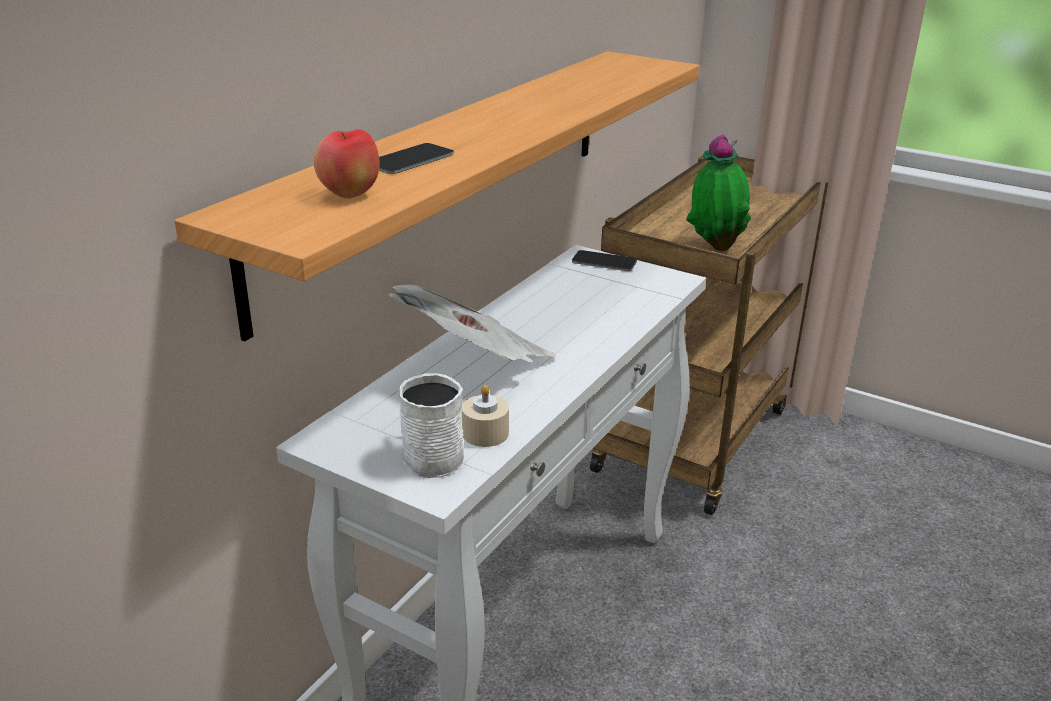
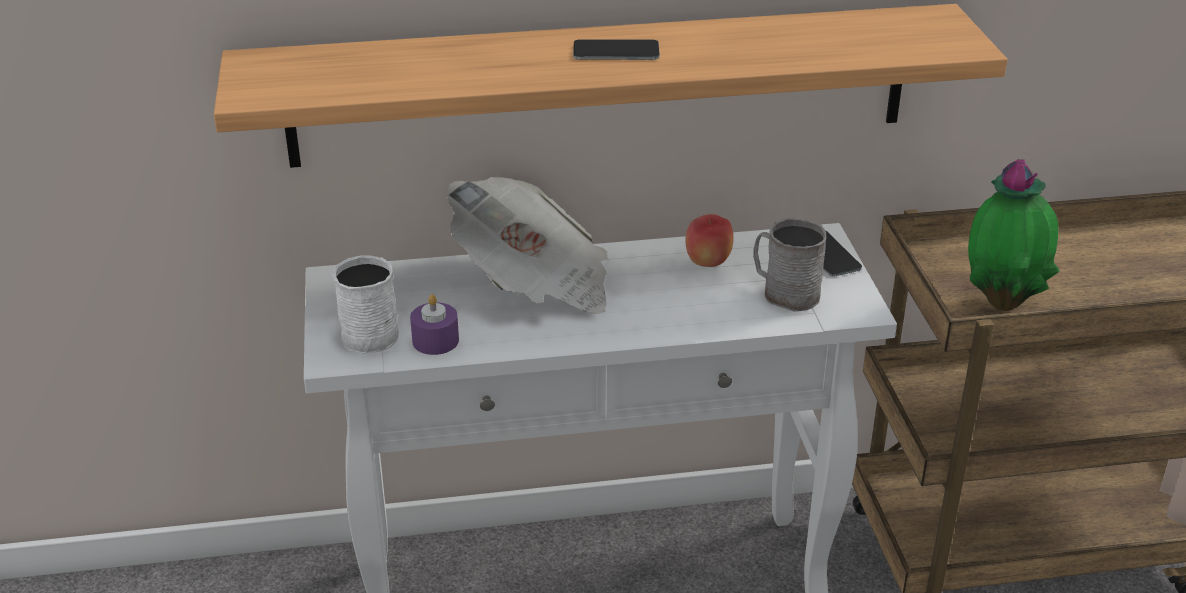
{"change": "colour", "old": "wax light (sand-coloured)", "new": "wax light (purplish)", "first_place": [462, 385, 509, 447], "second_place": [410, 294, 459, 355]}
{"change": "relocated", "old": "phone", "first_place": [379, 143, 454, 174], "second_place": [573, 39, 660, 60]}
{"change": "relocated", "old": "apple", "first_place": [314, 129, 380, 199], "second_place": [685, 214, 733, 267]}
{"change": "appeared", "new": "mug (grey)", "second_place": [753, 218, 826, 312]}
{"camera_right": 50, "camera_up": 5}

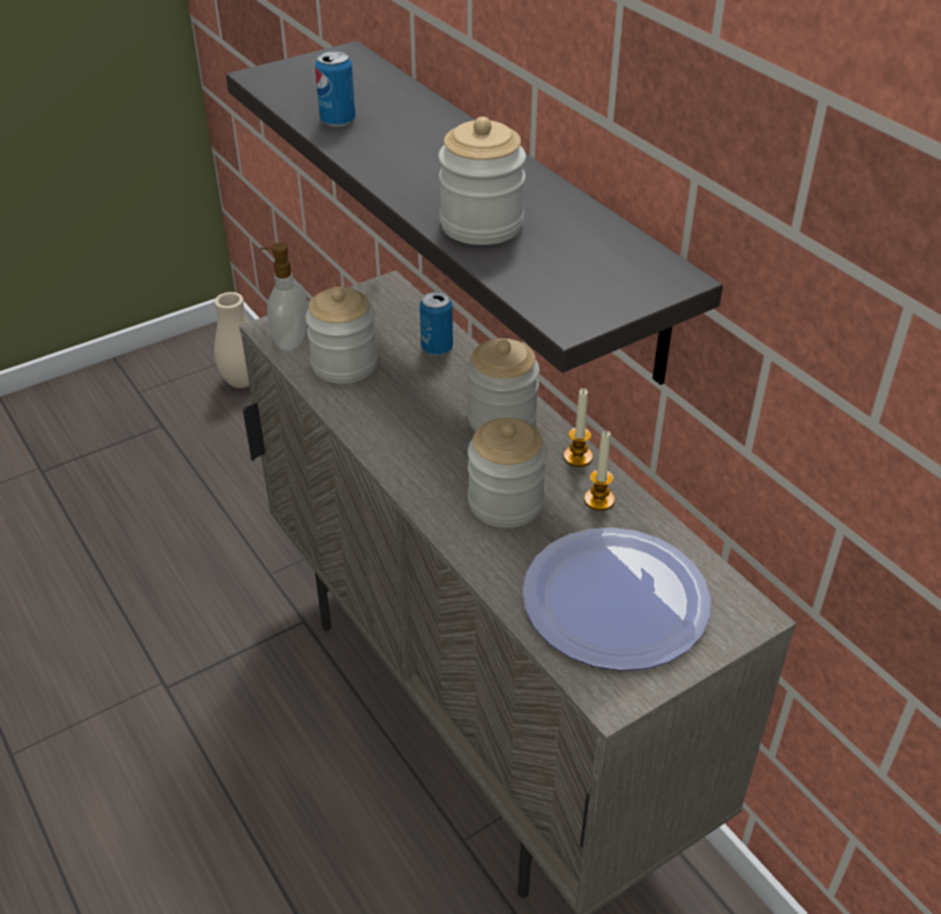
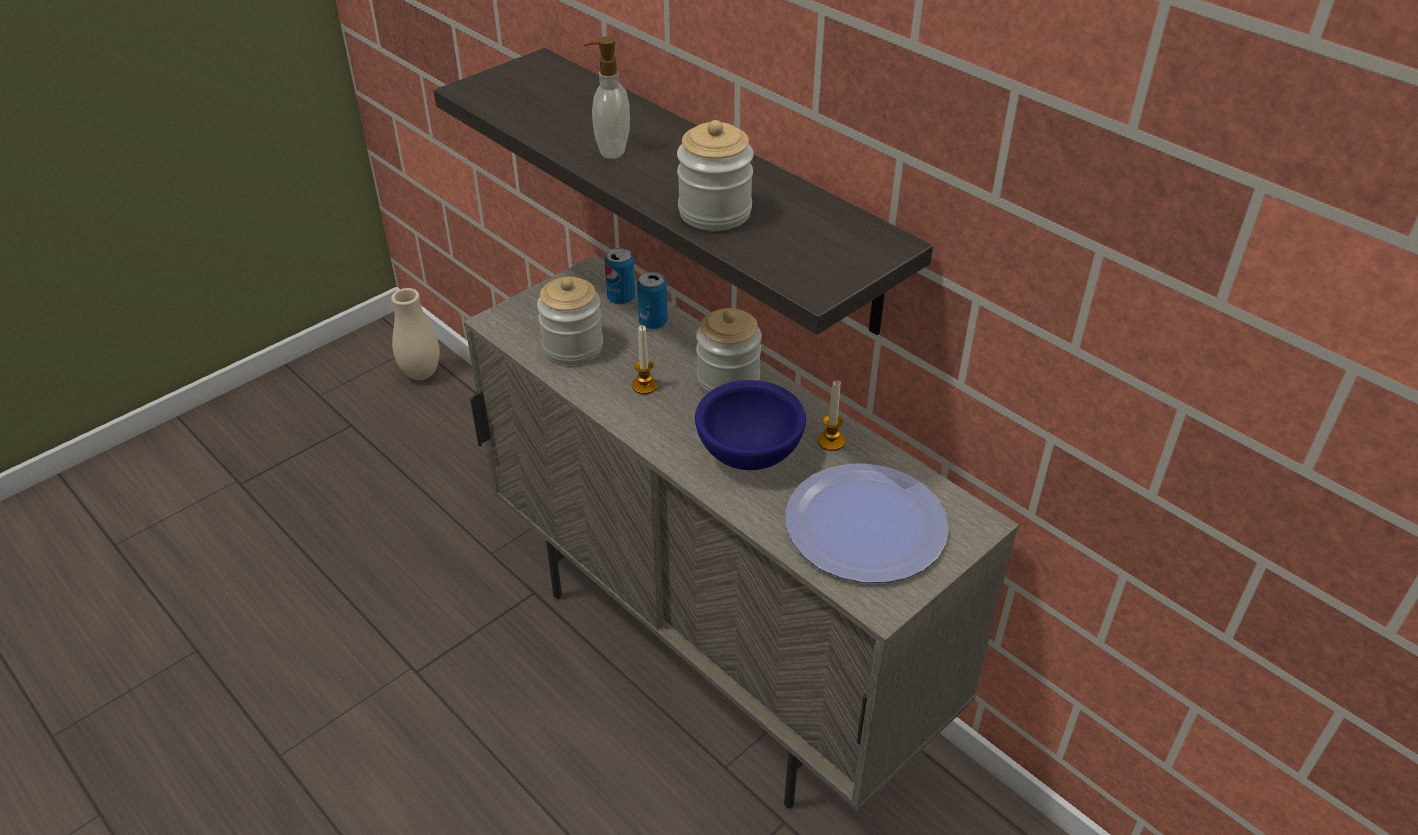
{"change": "relocated", "old": "soap dispenser", "first_place": [259, 242, 308, 351], "second_place": [584, 36, 630, 159]}
{"change": "relocated", "old": "metal can", "first_place": [315, 51, 355, 127], "second_place": [605, 248, 636, 305]}
{"change": "relocated", "old": "wax light", "first_place": [563, 388, 593, 467], "second_place": [632, 325, 658, 394]}
{"change": "exchanged", "old": "jar", "new": "deep dish (blue-coloured)", "first_place": [468, 418, 547, 528], "second_place": [695, 380, 806, 470]}
{"camera_right": -10, "camera_up": 0}

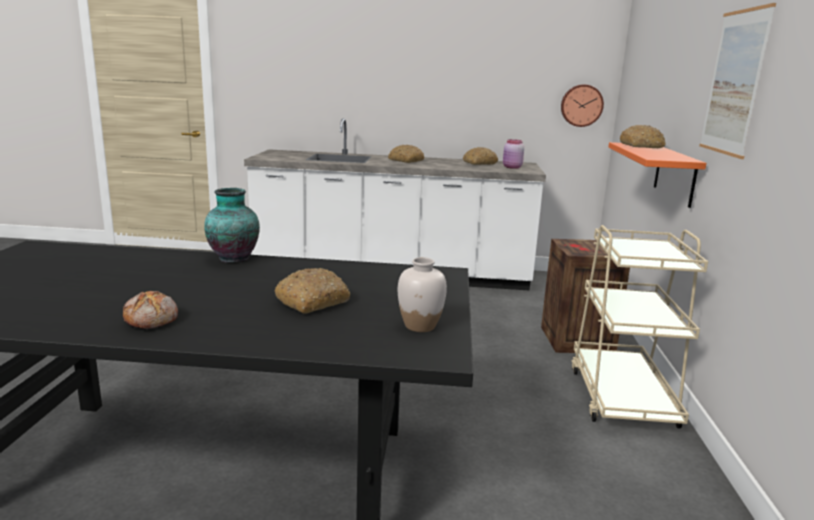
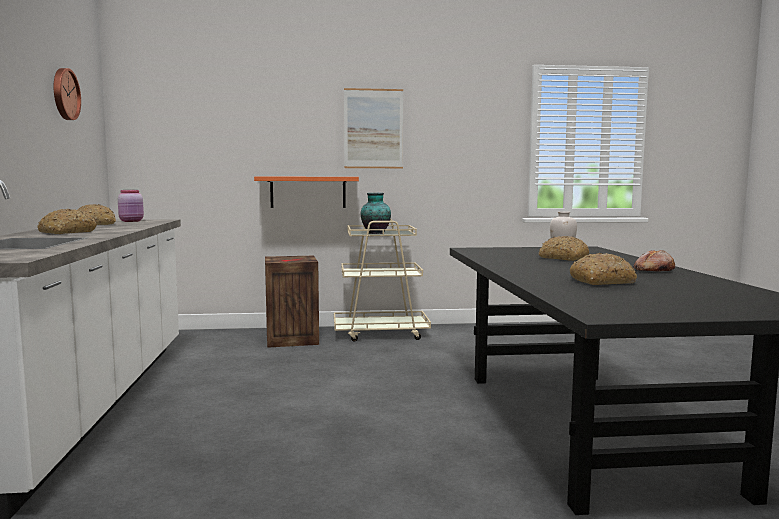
{"change": "relocated", "old": "wall clock", "first_place": [561, 84, 604, 127], "second_place": [54, 68, 81, 120]}
{"change": "relocated", "old": "vase", "first_place": [204, 188, 260, 262], "second_place": [361, 193, 391, 234]}
{"change": "relocated", "old": "baked bread", "first_place": [620, 125, 666, 148], "second_place": [570, 253, 637, 285]}
{"camera_right": -100, "camera_up": -10}

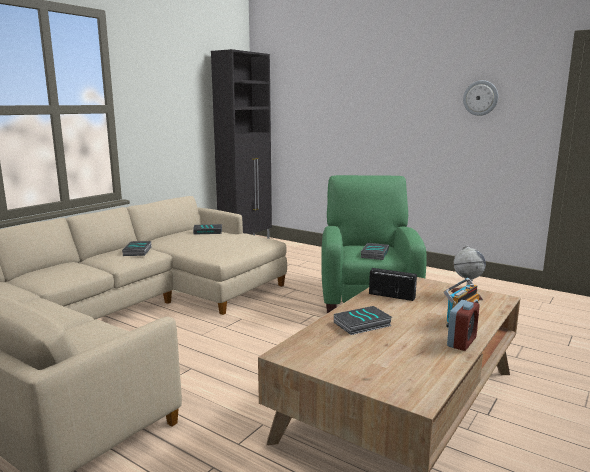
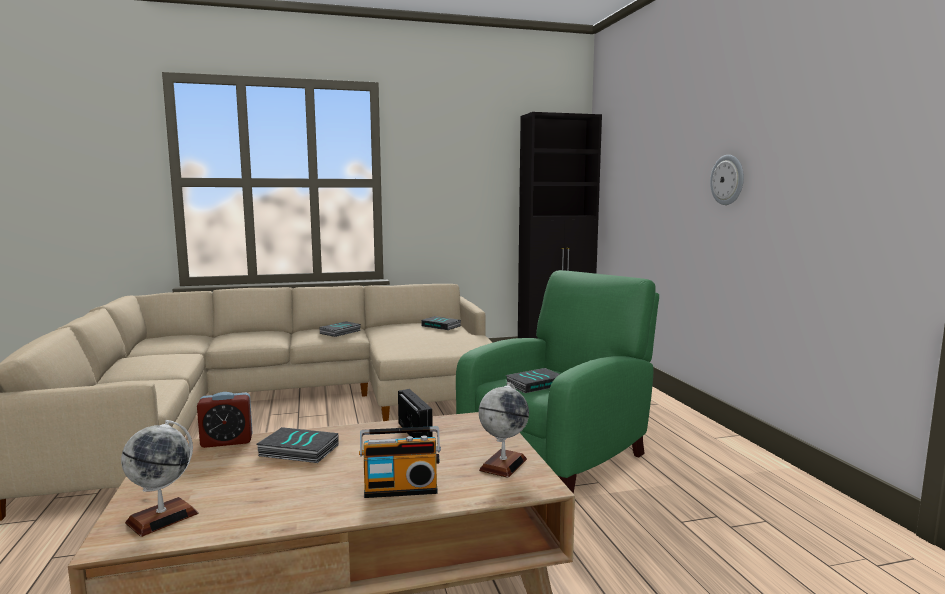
{"change": "appeared", "new": "desk globe", "second_place": [121, 420, 198, 537]}
{"change": "relocated", "old": "bedside clock", "first_place": [447, 300, 480, 351], "second_place": [197, 392, 253, 448]}
{"change": "relocated", "old": "wall clock", "first_place": [463, 80, 498, 116], "second_place": [710, 155, 744, 205]}
{"camera_right": 40, "camera_up": -5}

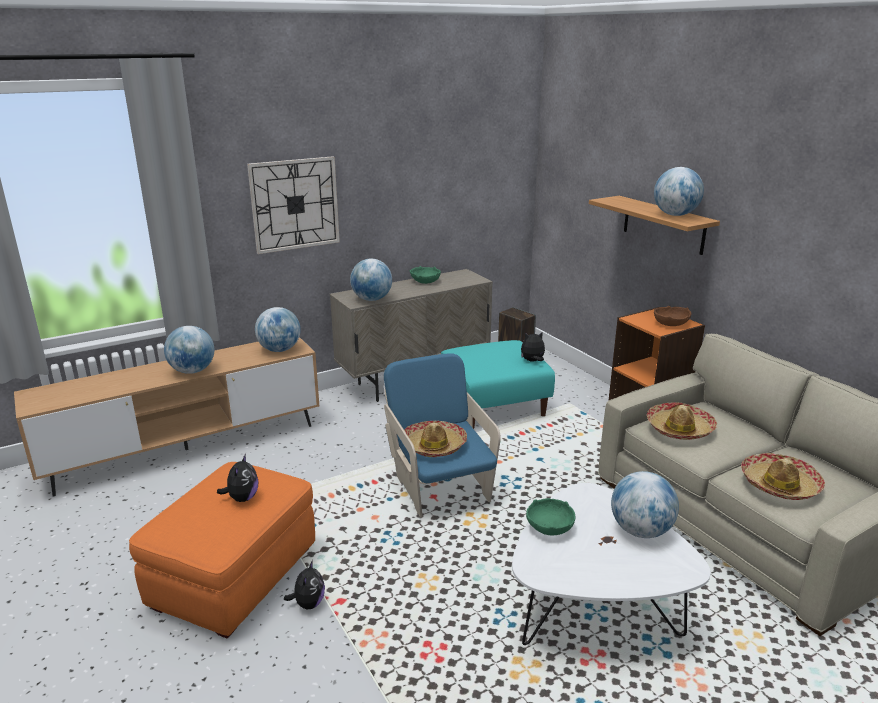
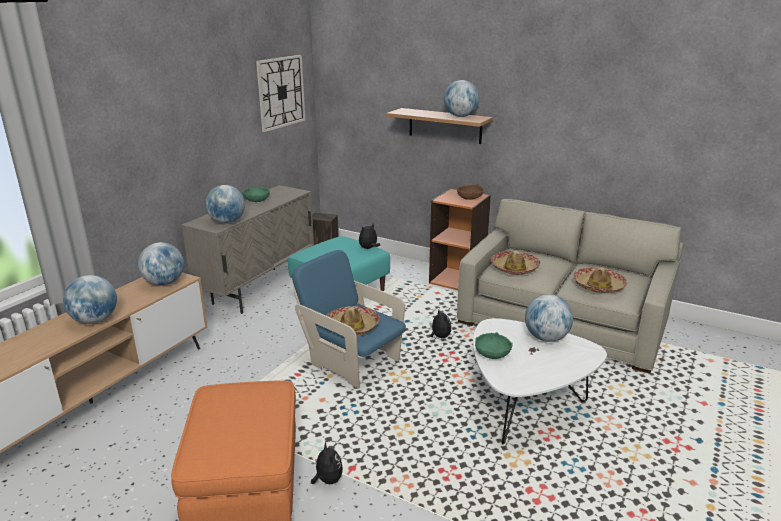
{"change": "relocated", "old": "wall clock", "first_place": [247, 156, 340, 254], "second_place": [256, 55, 305, 132]}
{"change": "relocated", "old": "soft toy", "first_place": [217, 454, 259, 502], "second_place": [430, 310, 451, 338]}
{"camera_right": -30, "camera_up": 0}

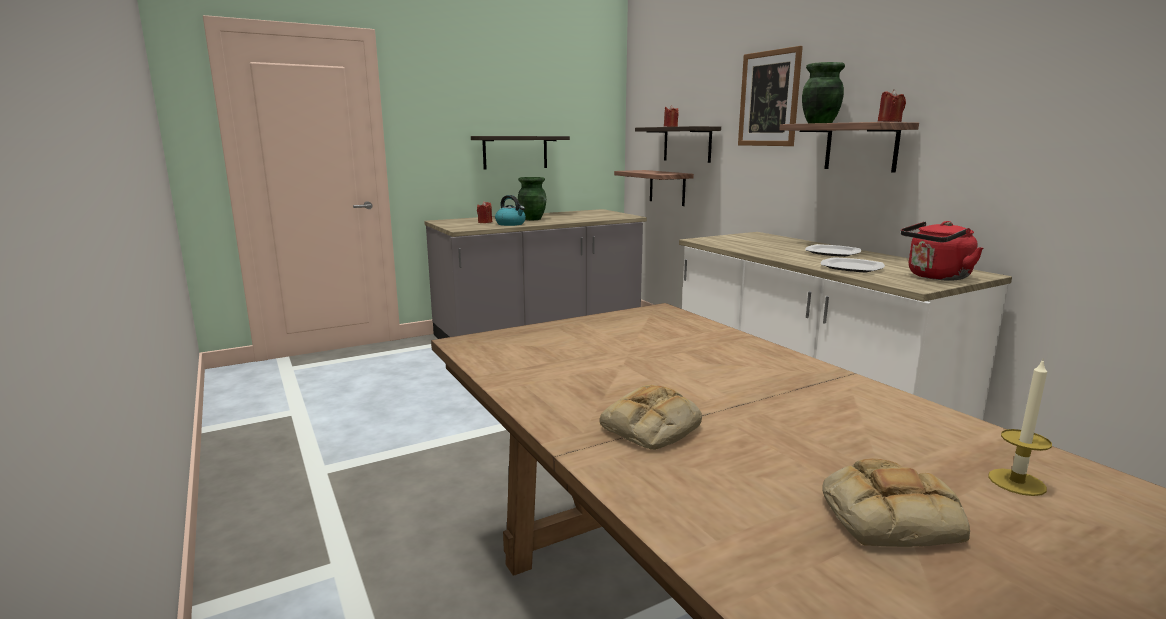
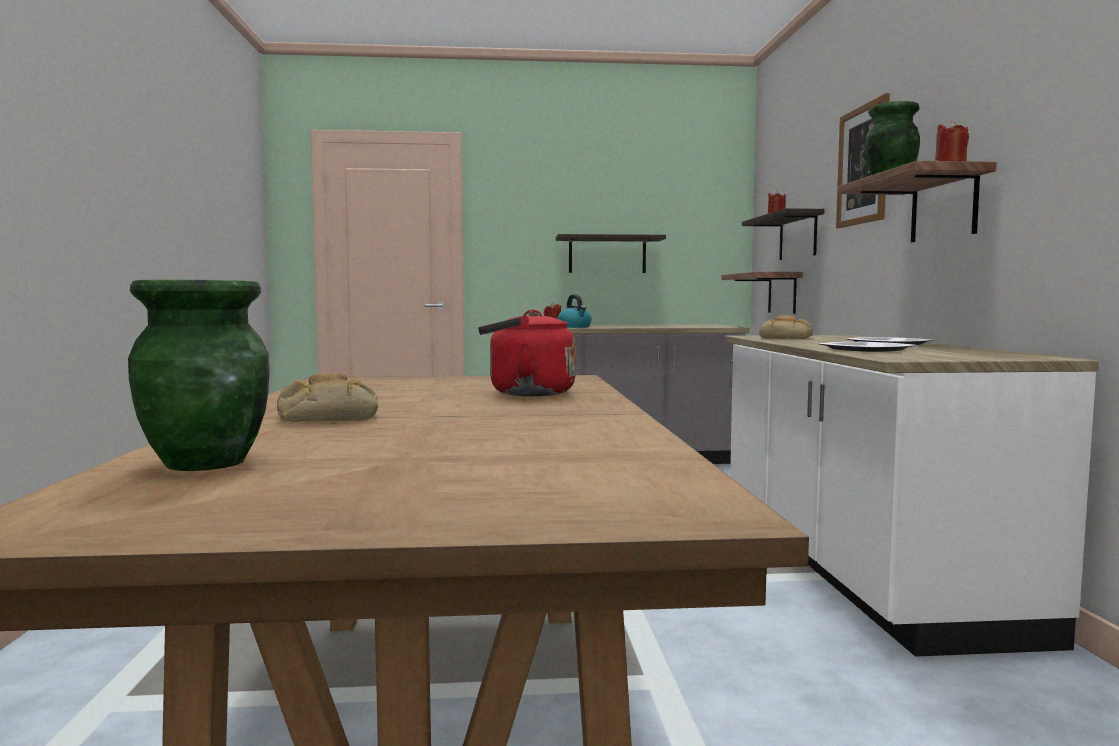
{"change": "relocated", "old": "vase (greenish)", "first_place": [518, 177, 546, 220], "second_place": [128, 280, 270, 471]}
{"change": "relocated", "old": "tea kettle (red)", "first_place": [901, 221, 983, 281], "second_place": [478, 309, 576, 396]}
{"change": "relocated", "old": "baked bread", "first_place": [822, 459, 970, 547], "second_place": [759, 315, 813, 339]}
{"change": "missing", "old": "wax light", "first_place": [988, 358, 1052, 496]}
{"camera_right": 25, "camera_up": -10}

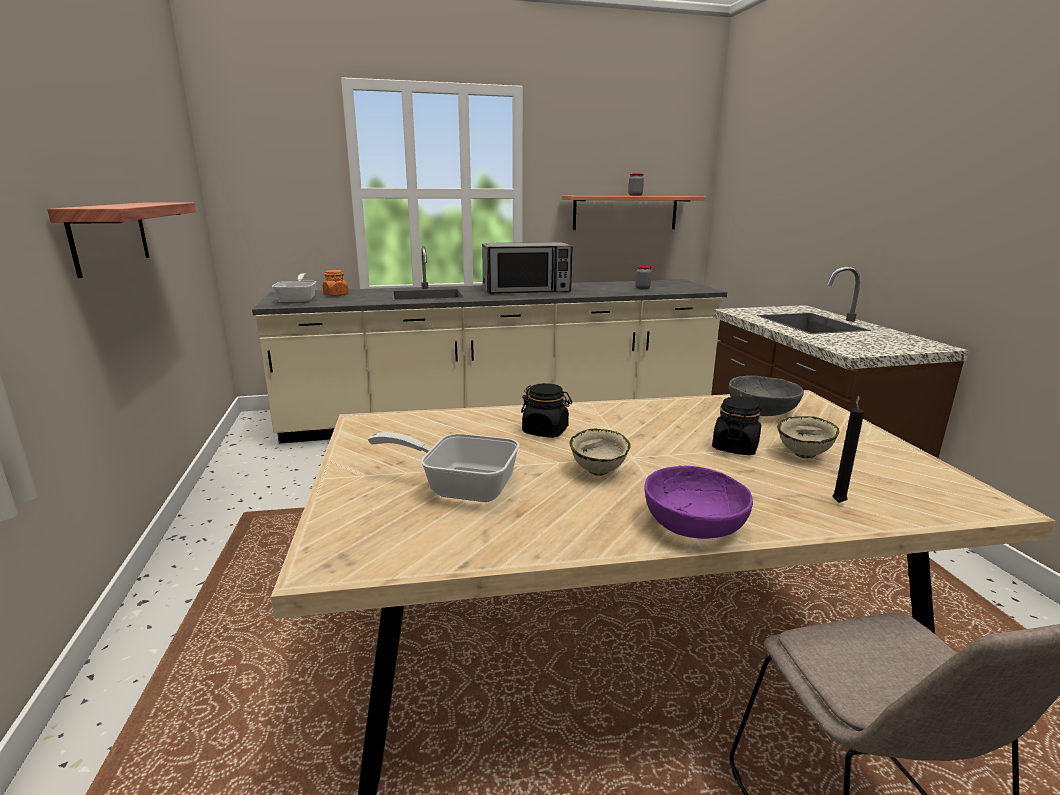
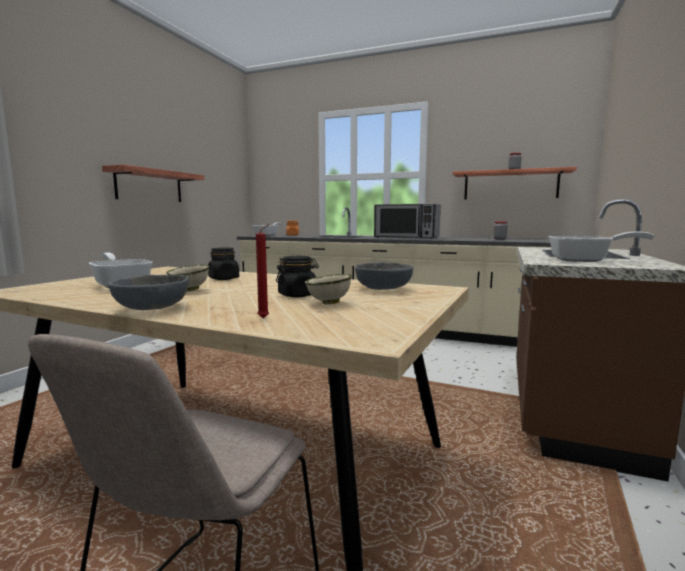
{"change": "colour", "old": "deep dish (purplish)", "new": "deep dish (grey)", "first_place": [644, 466, 753, 539], "second_place": [108, 274, 189, 310]}
{"change": "colour", "old": "wax light (black-coloured)", "new": "wax light (red)", "first_place": [832, 396, 864, 503], "second_place": [256, 224, 270, 318]}
{"change": "appeared", "new": "pan", "second_place": [549, 232, 654, 262]}
{"camera_right": 35, "camera_up": -10}

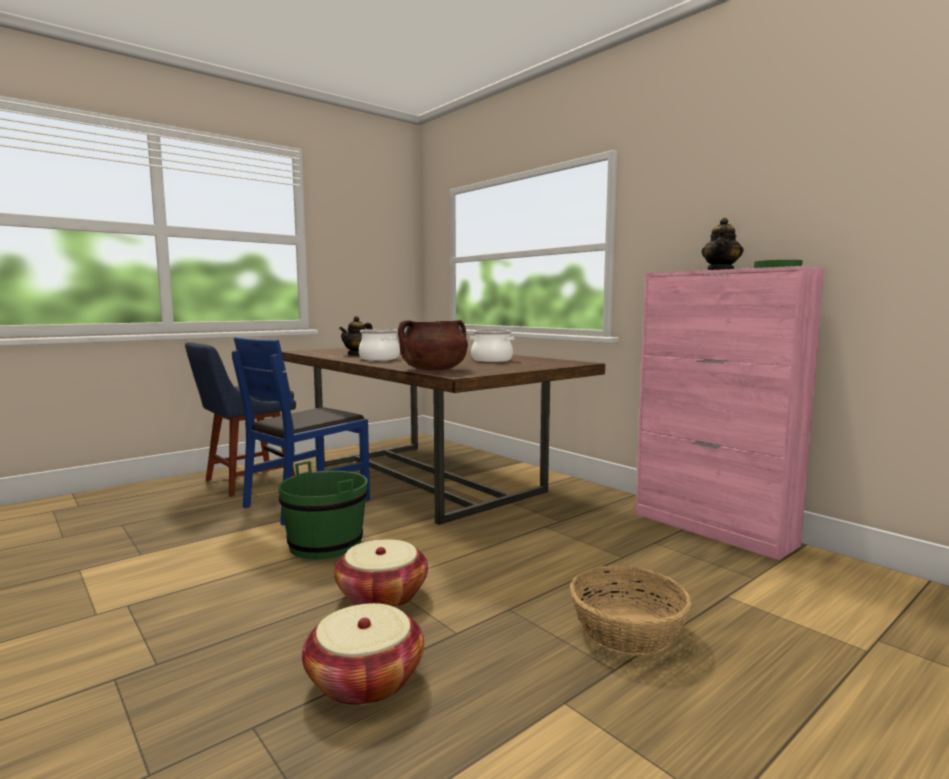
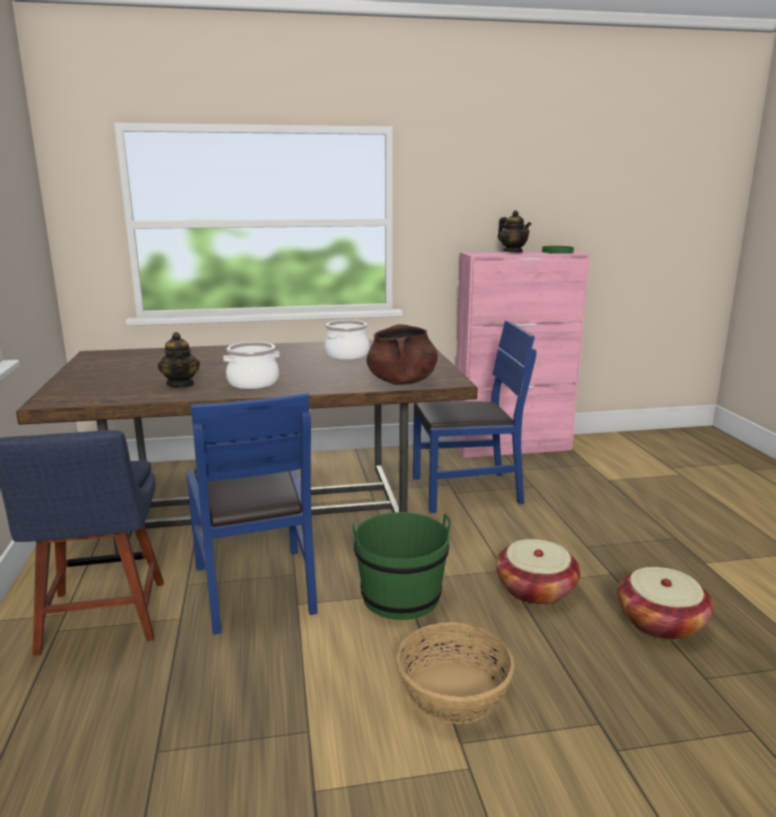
{"change": "relocated", "old": "storage basket", "first_place": [570, 565, 692, 656], "second_place": [397, 622, 515, 724]}
{"change": "appeared", "new": "upright chair (blue-coloured)", "second_place": [413, 320, 537, 513]}
{"camera_right": -60, "camera_up": 10}

